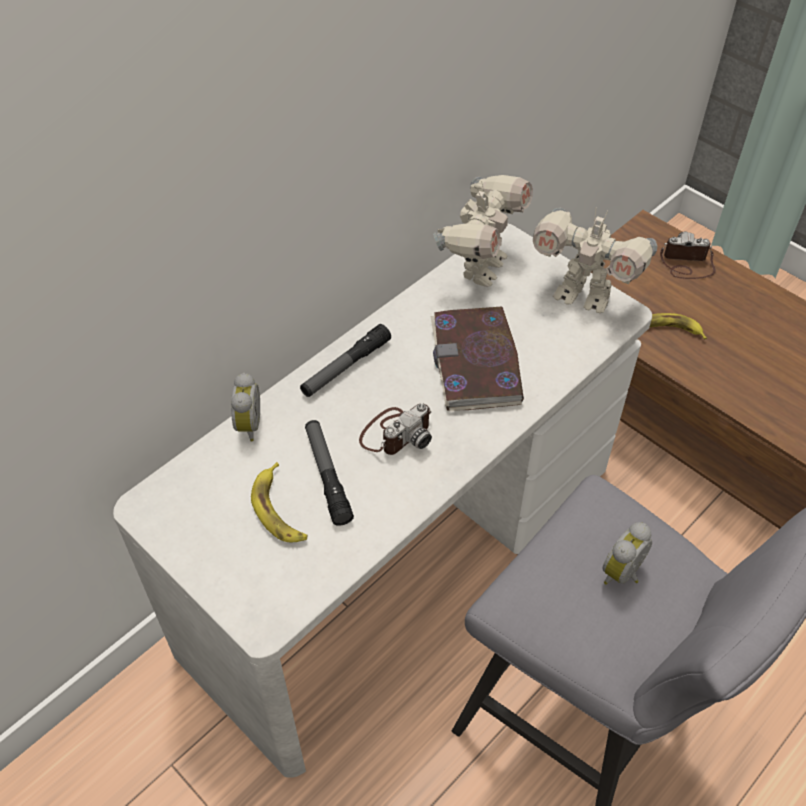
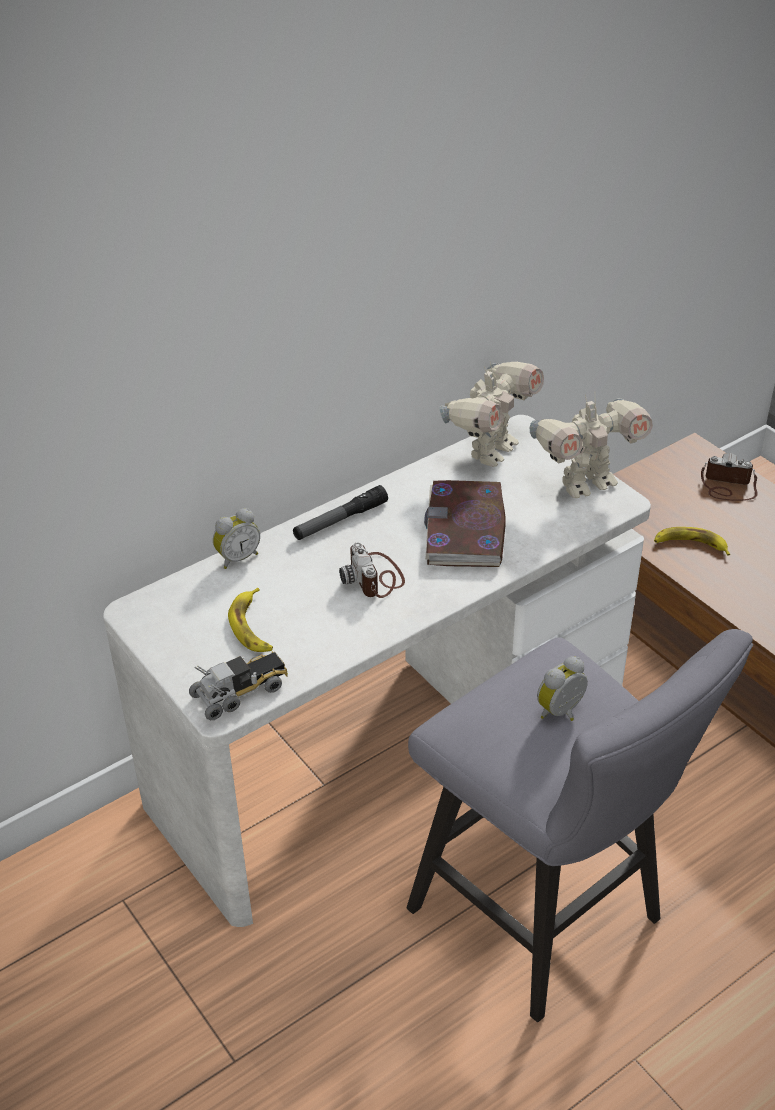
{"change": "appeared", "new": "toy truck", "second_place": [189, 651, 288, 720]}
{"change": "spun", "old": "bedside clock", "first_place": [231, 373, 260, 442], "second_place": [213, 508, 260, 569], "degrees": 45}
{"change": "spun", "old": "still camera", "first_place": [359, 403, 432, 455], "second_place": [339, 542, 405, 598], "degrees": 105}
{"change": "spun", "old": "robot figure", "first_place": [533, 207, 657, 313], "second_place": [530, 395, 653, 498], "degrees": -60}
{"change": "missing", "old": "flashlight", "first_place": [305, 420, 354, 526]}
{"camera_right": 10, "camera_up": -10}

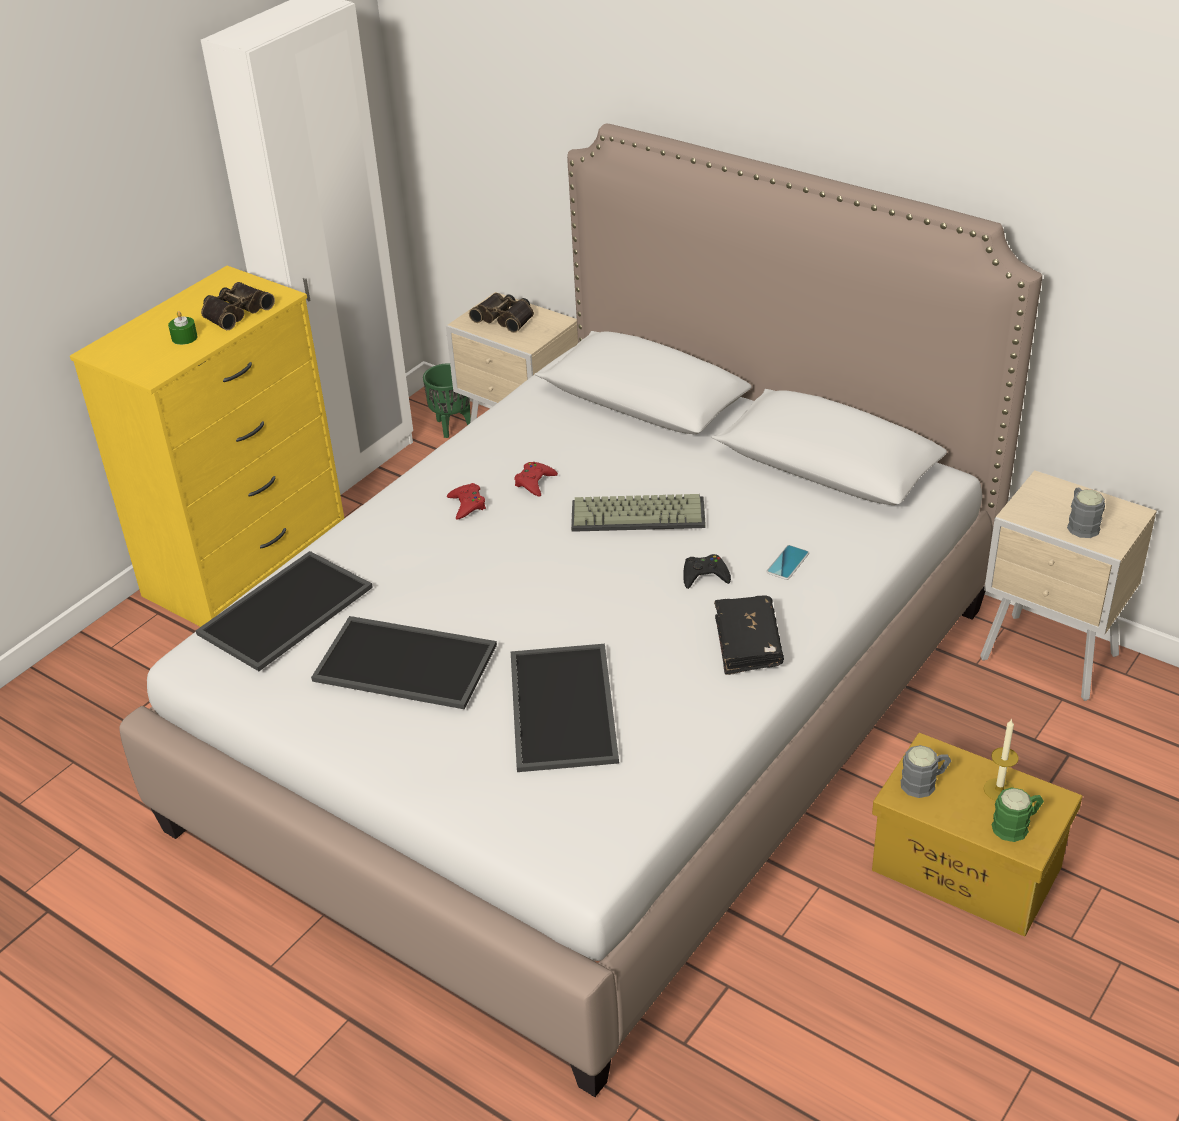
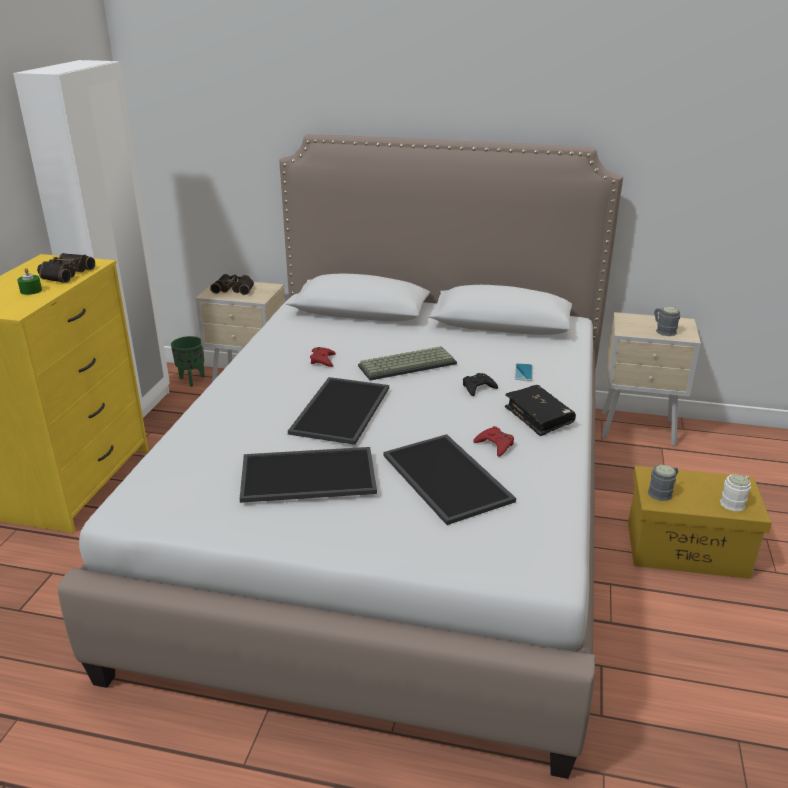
{"change": "relocated", "old": "serving tray", "first_place": [195, 551, 373, 671], "second_place": [288, 377, 389, 445]}
{"change": "relocated", "old": "joypad (red)", "first_place": [447, 483, 486, 520], "second_place": [473, 426, 514, 457]}
{"change": "colour", "old": "mug (greenish)", "new": "mug (white-coloured)", "first_place": [991, 787, 1044, 842], "second_place": [720, 474, 751, 511]}
{"change": "missing", "old": "wax light", "first_place": [984, 718, 1019, 800]}
{"camera_right": -25, "camera_up": -10}

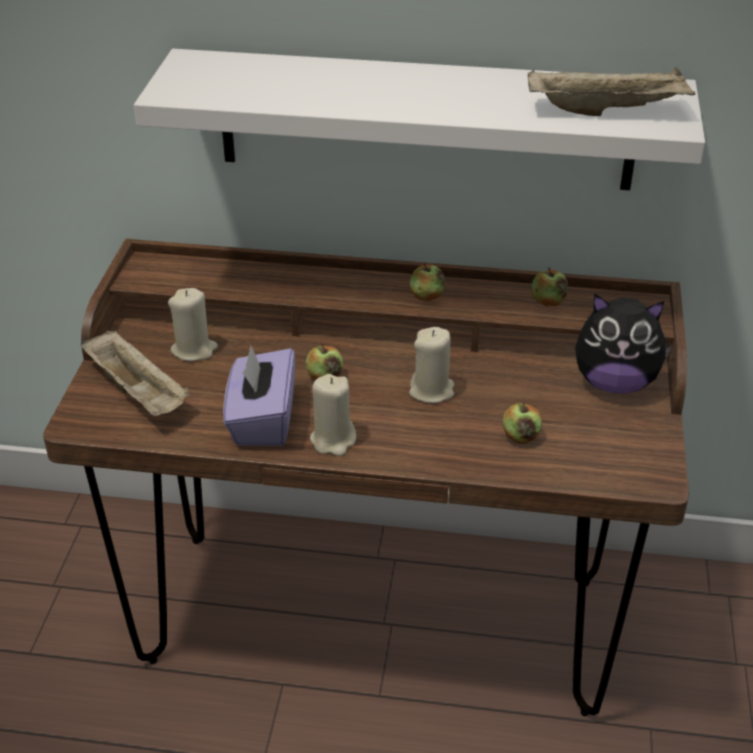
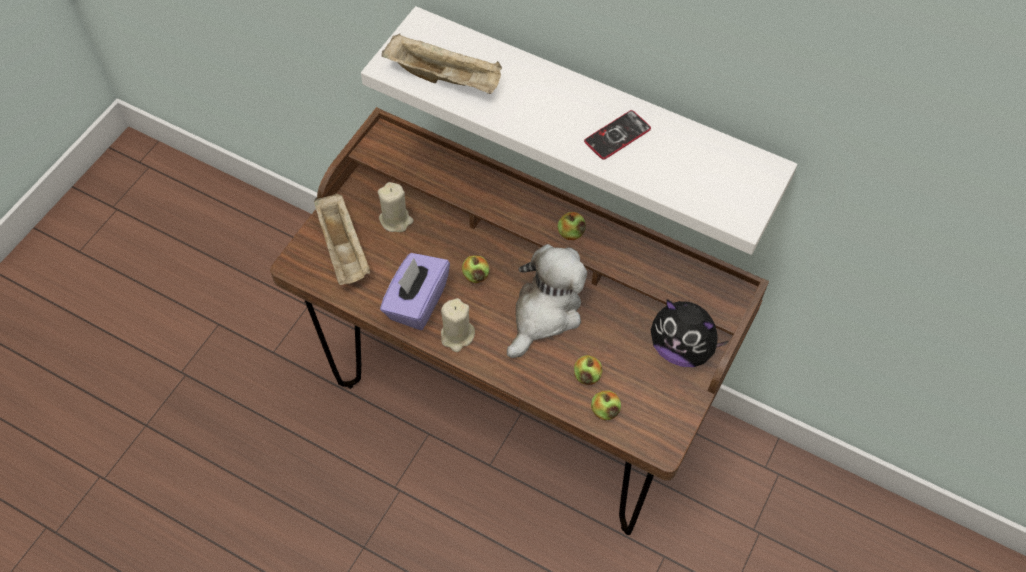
{"change": "relocated", "old": "serving tray (sand-coloured)", "first_place": [528, 67, 695, 116], "second_place": [382, 33, 502, 94]}
{"change": "exchanged", "old": "wax light (sand-coloured)", "new": "soft toy", "first_place": [409, 327, 454, 403], "second_place": [507, 244, 587, 358]}
{"change": "appeared", "new": "phone", "second_place": [584, 110, 651, 160]}
{"change": "relocated", "old": "apple", "first_place": [531, 267, 568, 306], "second_place": [591, 391, 621, 420]}
{"camera_right": 20, "camera_up": 20}

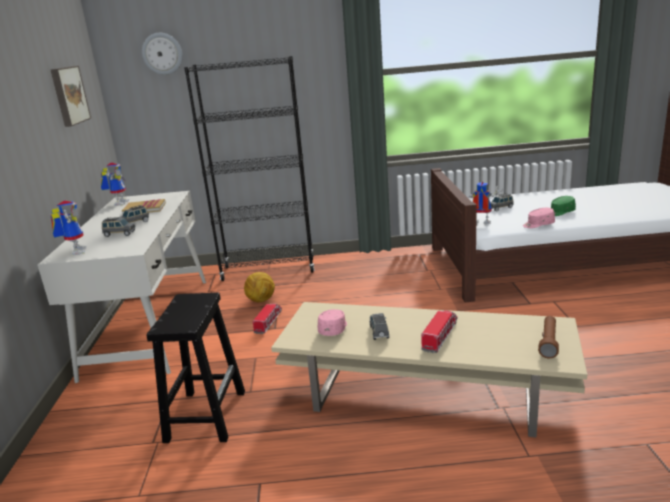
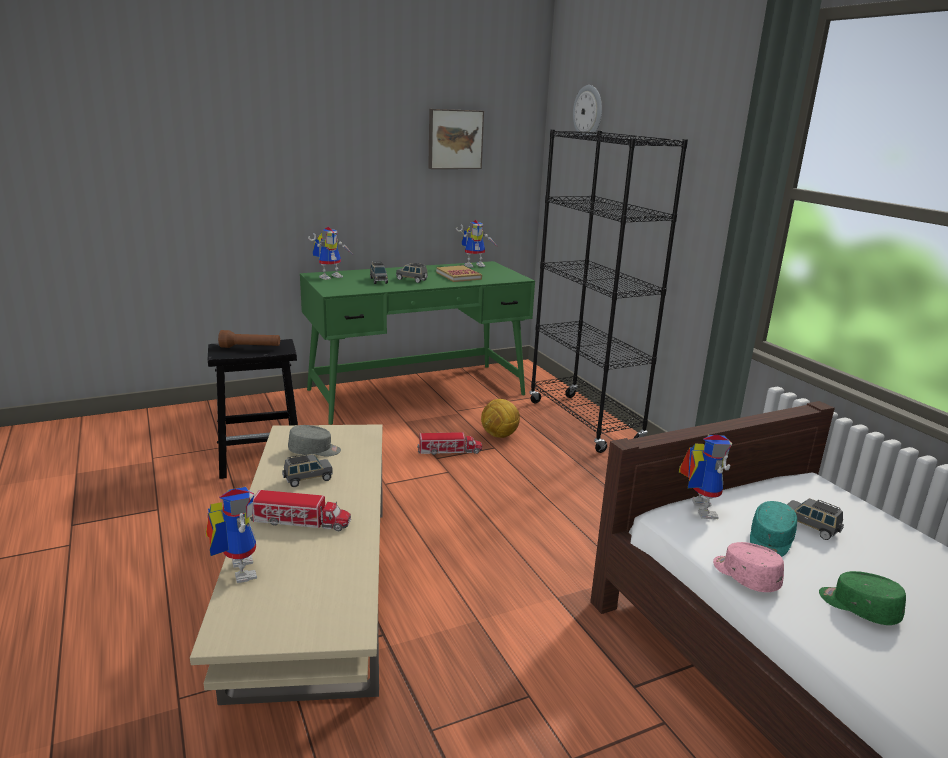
{"change": "appeared", "new": "robot figure", "second_place": [205, 487, 257, 583]}
{"change": "relocated", "old": "flashlight (brownish)", "first_place": [538, 316, 559, 358], "second_place": [218, 330, 280, 348]}
{"change": "colour", "old": "peaked cap (pinkish)", "new": "peaked cap (grey)", "first_place": [318, 309, 347, 336], "second_place": [288, 425, 341, 456]}
{"change": "colour", "old": "desk table (white-coloured)", "new": "desk table (greenish)", "first_place": [37, 191, 206, 383], "second_place": [300, 261, 535, 425]}
{"change": "appeared", "new": "peaked cap (blue-green)", "second_place": [750, 501, 797, 557]}
{"camera_right": 65, "camera_up": 0}

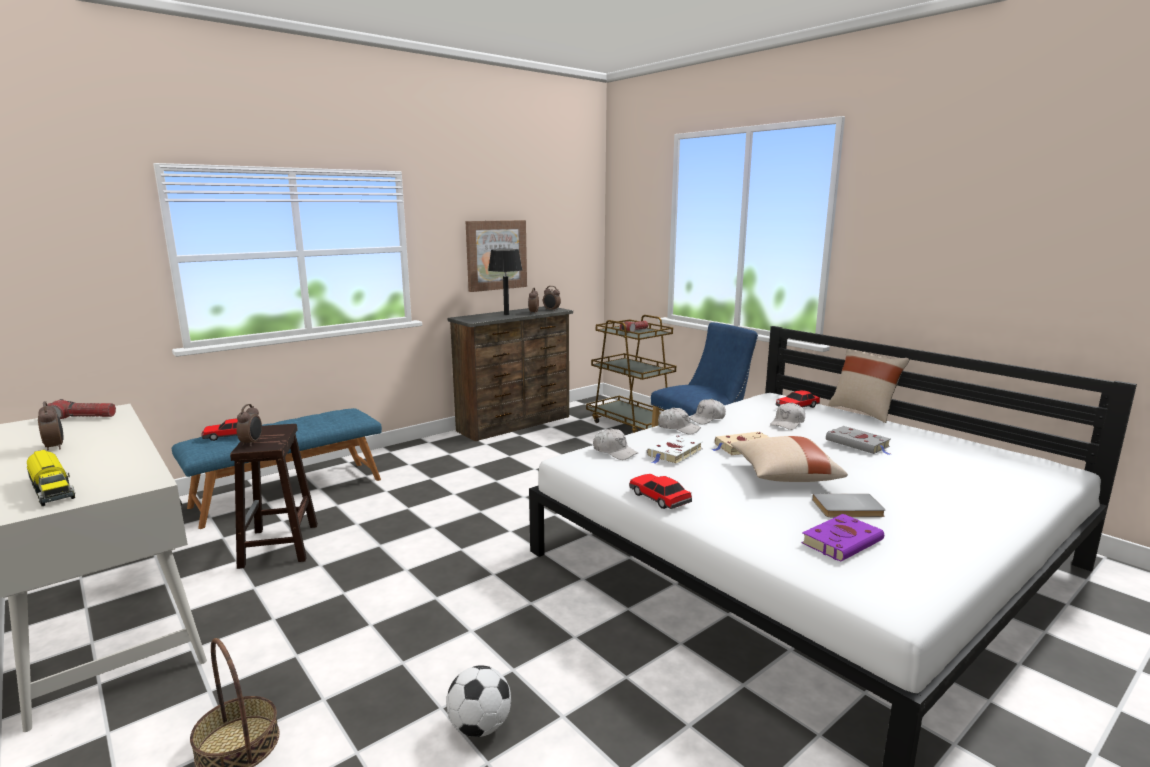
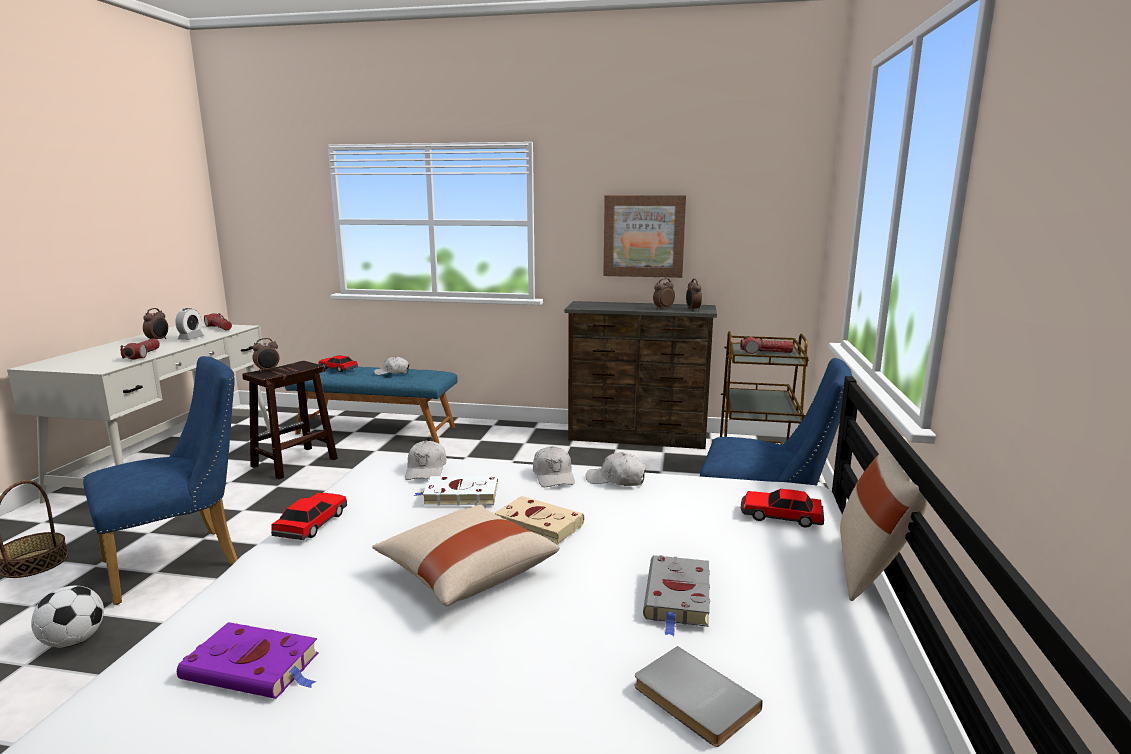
{"change": "appeared", "new": "upright chair (blue-coloured)", "second_place": [83, 356, 238, 605]}
{"change": "appeared", "new": "flashlight", "second_place": [120, 339, 160, 359]}
{"change": "appeared", "new": "bedside clock", "second_place": [175, 308, 204, 340]}
{"change": "relocated", "old": "peaked cap (white-coloured)", "first_place": [770, 403, 805, 430], "second_place": [374, 356, 409, 375]}
{"change": "relocated", "old": "bound book (grey)", "first_place": [812, 494, 885, 517], "second_place": [635, 646, 763, 747]}
{"change": "missing", "old": "toy truck", "first_place": [27, 450, 75, 506]}
{"change": "missing", "old": "tabletop lamp (black-coloured)", "first_place": [488, 249, 522, 315]}
{"camera_right": 50, "camera_up": 0}

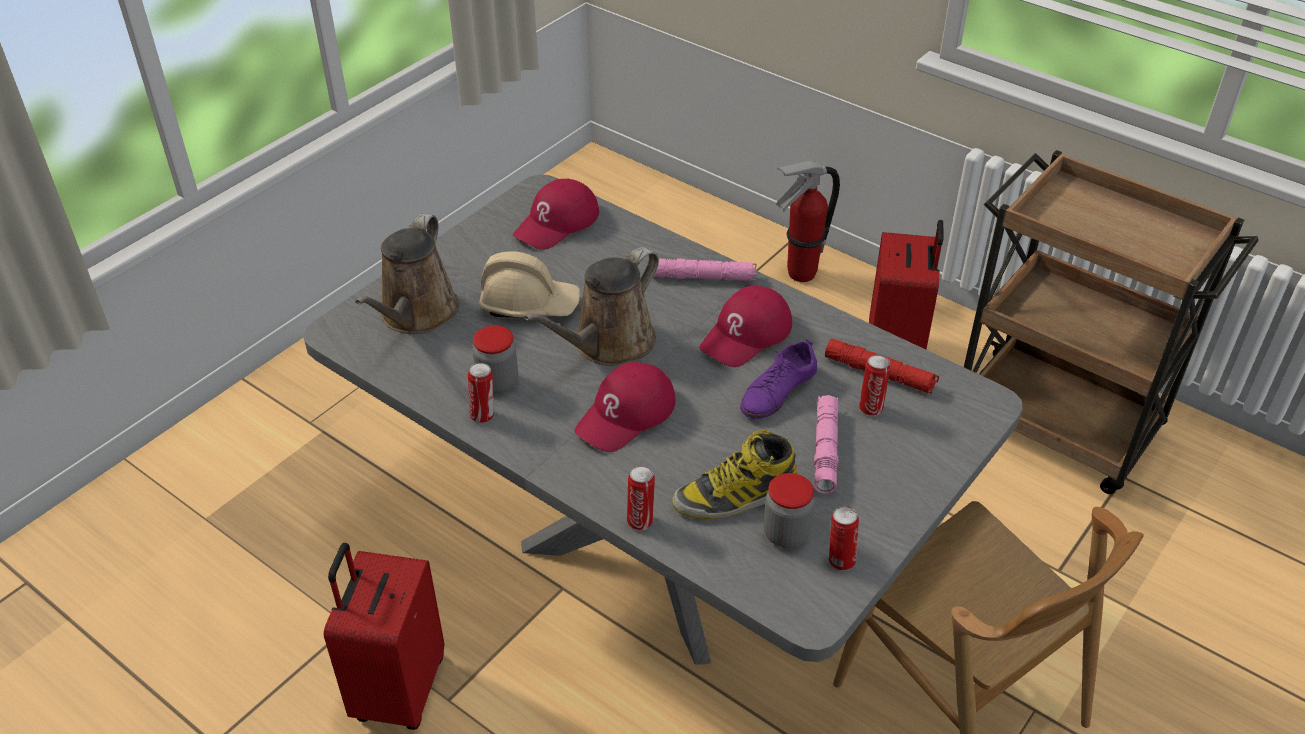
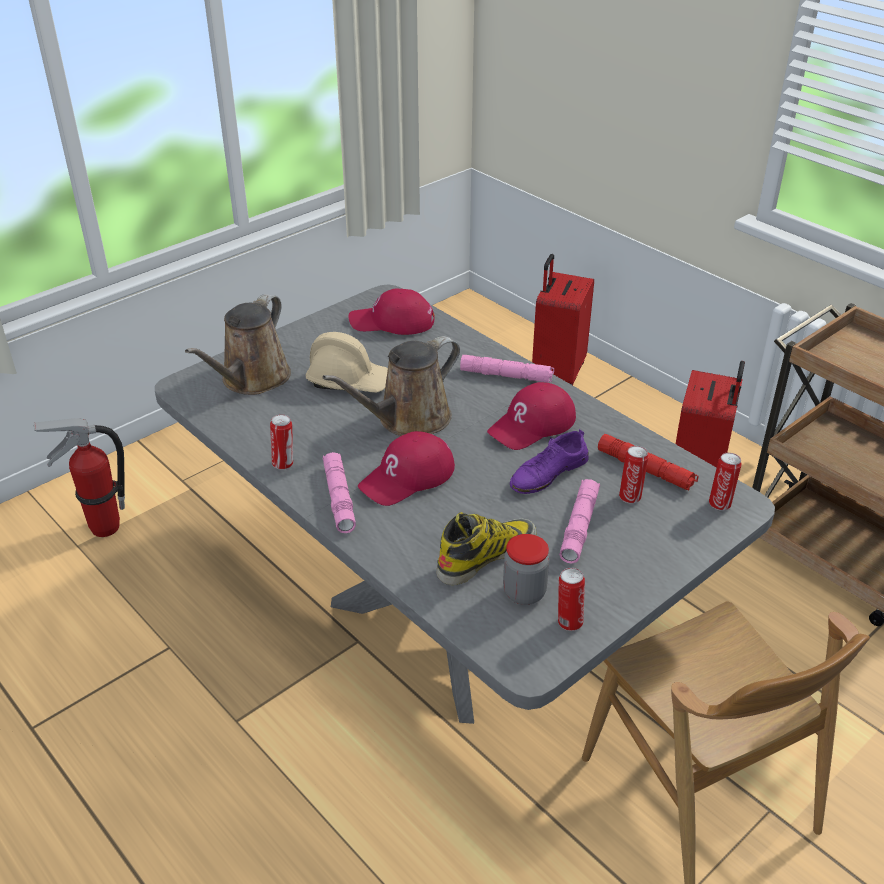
{"change": "relocated", "old": "fire extinguisher", "first_place": [776, 161, 840, 282], "second_place": [34, 418, 125, 537]}
{"change": "appeared", "new": "flashlight (pinkish)", "second_place": [323, 452, 356, 533]}
{"change": "spun", "old": "peaked cap (red)", "first_place": [513, 179, 599, 250], "second_place": [349, 289, 435, 335], "degrees": 45}
{"change": "spun", "old": "boot", "first_place": [672, 430, 797, 519], "second_place": [436, 512, 537, 585], "degrees": 150}
{"change": "relocated", "old": "travel case (red)", "first_place": [324, 543, 444, 730], "second_place": [532, 254, 594, 385]}
{"change": "relocated", "old": "metal can", "first_place": [627, 466, 655, 530], "second_place": [709, 453, 742, 511]}
{"change": "missing", "old": "jar", "first_place": [473, 325, 518, 393]}
{"camera_right": 10, "camera_up": -5}

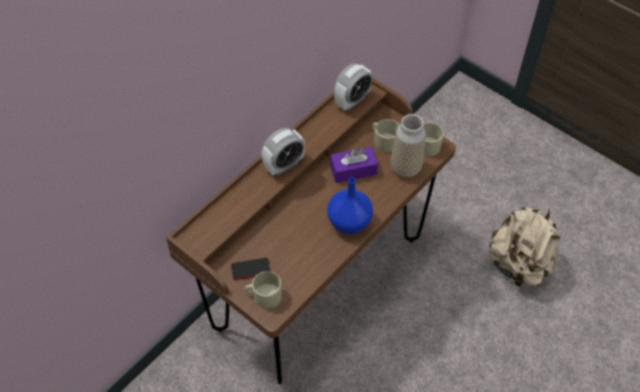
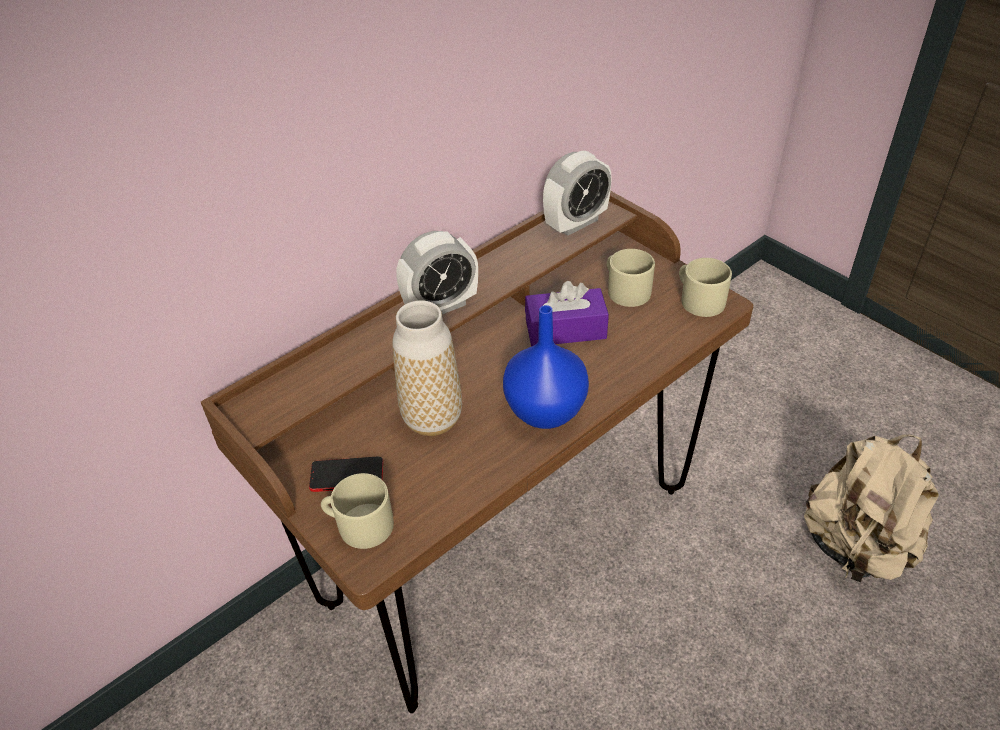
{"change": "relocated", "old": "vase", "first_place": [391, 114, 426, 178], "second_place": [392, 300, 462, 436]}
{"camera_right": 10, "camera_up": -10}

